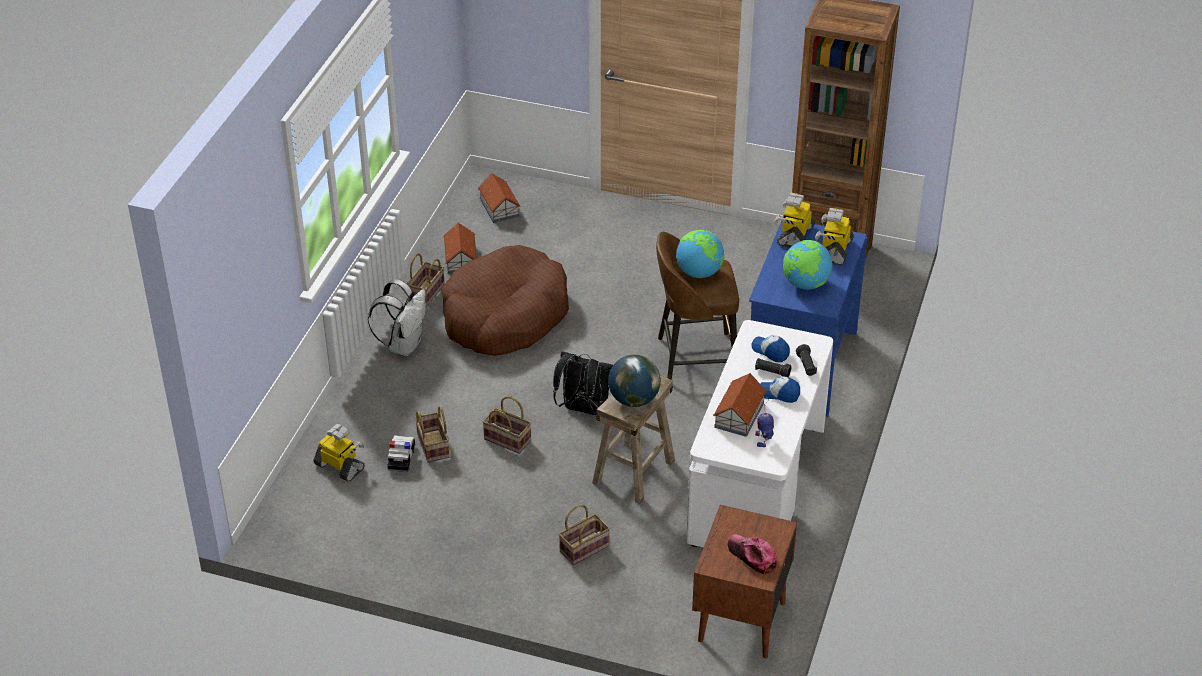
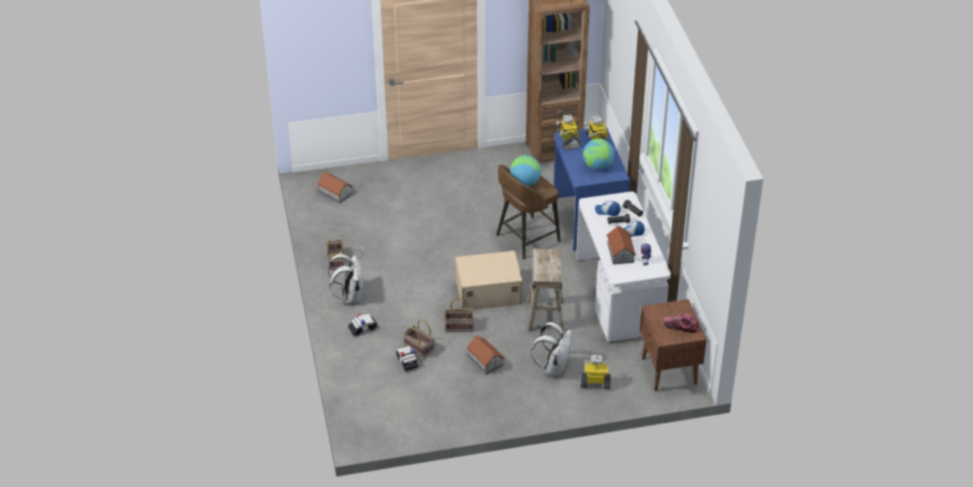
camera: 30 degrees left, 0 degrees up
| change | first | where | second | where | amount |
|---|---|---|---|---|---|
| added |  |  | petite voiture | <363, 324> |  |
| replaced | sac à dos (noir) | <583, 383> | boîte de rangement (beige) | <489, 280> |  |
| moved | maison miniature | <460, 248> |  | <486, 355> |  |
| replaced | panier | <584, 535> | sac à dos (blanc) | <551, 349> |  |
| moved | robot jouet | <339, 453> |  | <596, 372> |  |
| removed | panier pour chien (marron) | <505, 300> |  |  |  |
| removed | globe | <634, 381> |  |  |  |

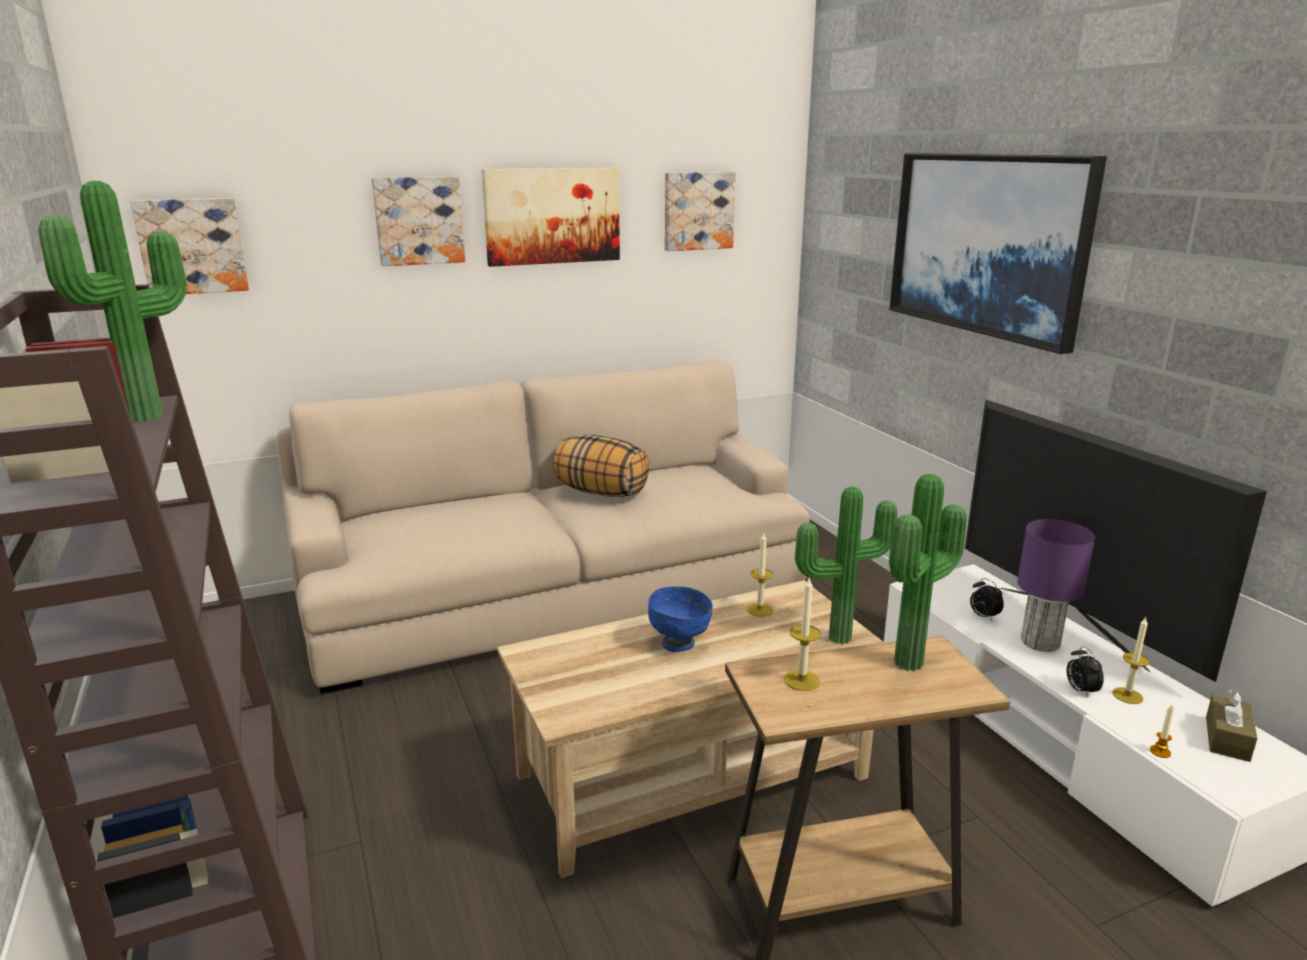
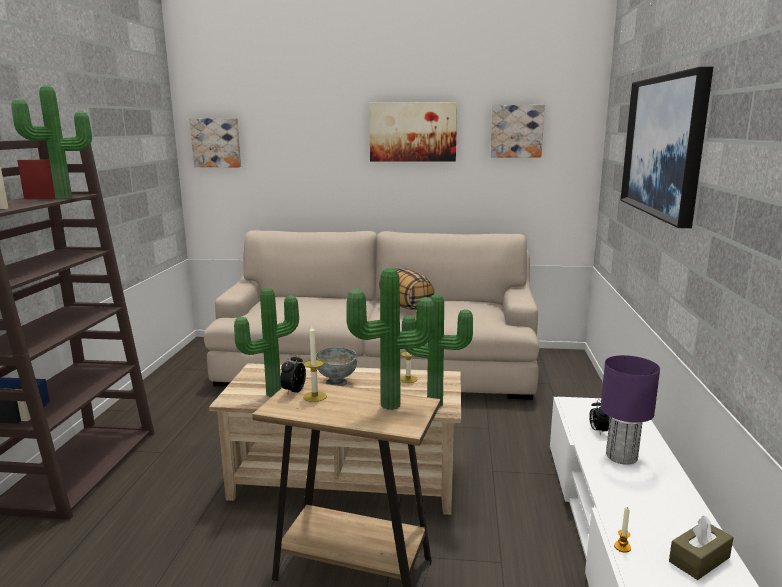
camera: 30 degrees right, 5 degrees down
| change | first | where | second | where | amount |
|---|---|---|---|---|---|
| added |  |  | plante en pot | <266, 342> |  |
| moved | réveil | <1085, 672> |  | <293, 374> |  |
| recoloured | bol (bleu) | <680, 619> | bol (gris) | <336, 366> |  |
| removed | tableau | <418, 221> |  |  |  |
| removed | téléviseur | <1116, 540> |  |  |  |
| removed | bougie | <1131, 660> |  |  |  |

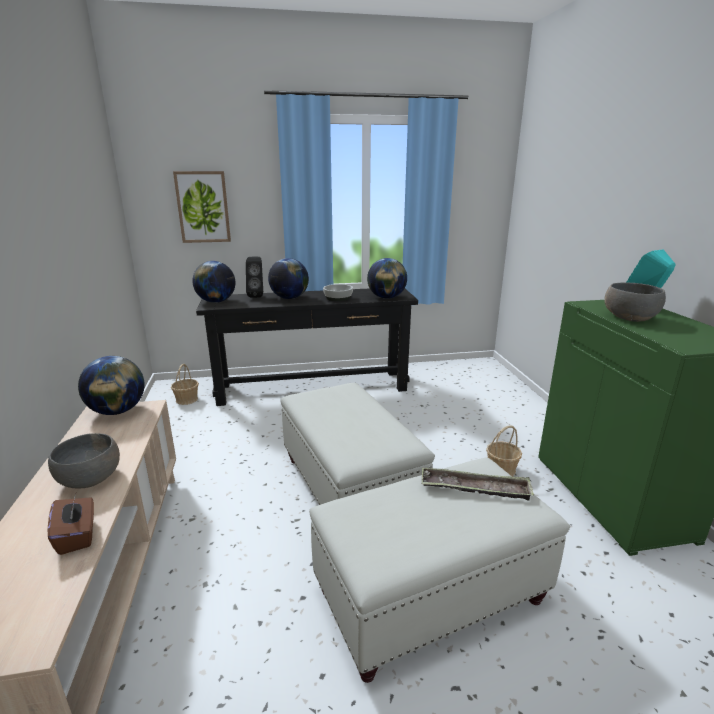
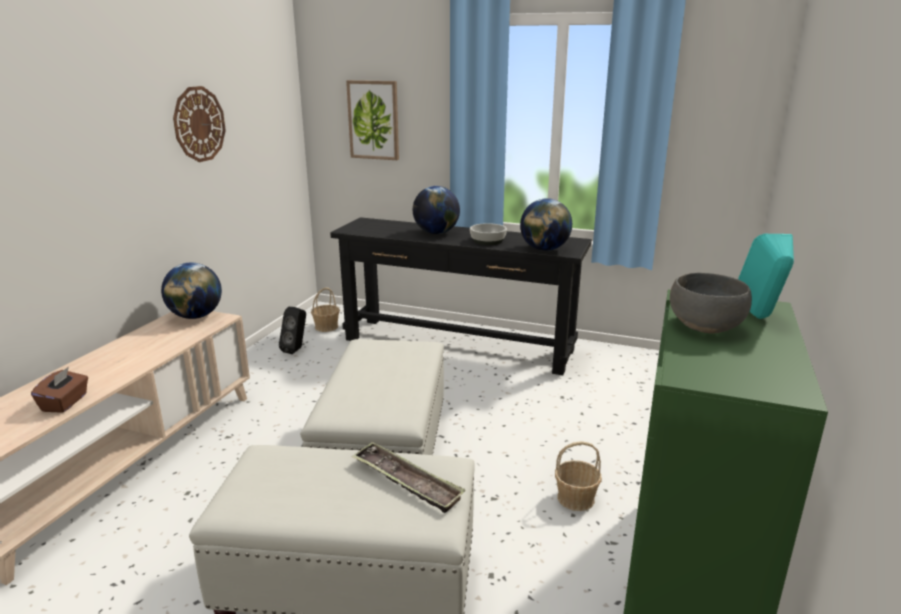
camera: 30 degrees right, 0 degrees up
| change | first | where | second | where | amount |
|---|---|---|---|---|---|
| added |  |  | horloge murale | <199, 124> |  |
| moved | enceinte (noir) | <254, 277> |  | <292, 330> |  |
| removed | bol (gris) | <84, 460> |  |  |  |
| removed | globe | <213, 282> |  |  |  |

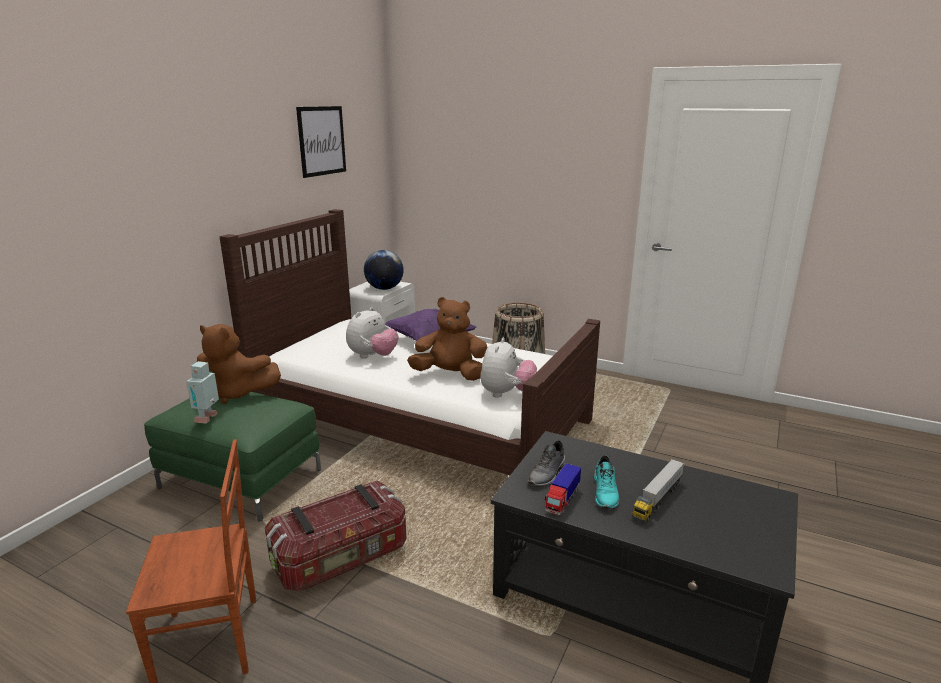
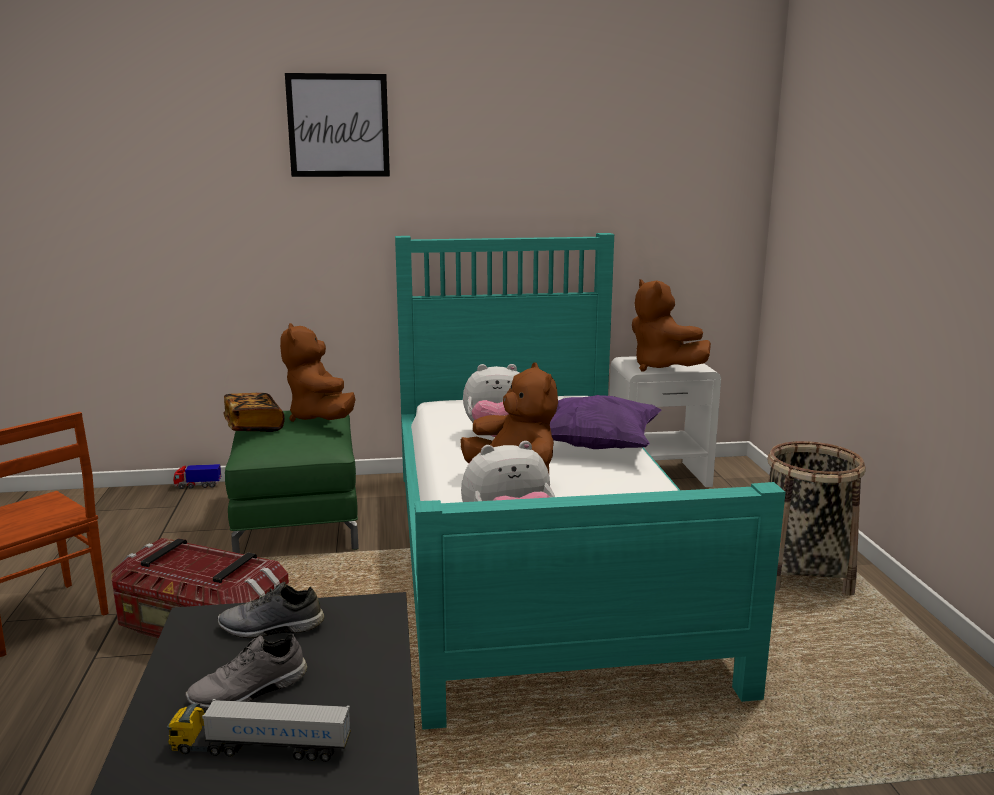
camera: 55 degrees right, 5 degrees down
| change | first | where | second | where | amount |
|---|---|---|---|---|---|
| moved | camion jouet | <563, 489> |  | <197, 476> |  |
| recoloured | chaussure (turquoise) | <607, 481> | chaussure (gris) | <246, 671> |  |
| replaced | robot jouet | <202, 392> | livre | <254, 412> |  |
| moved | tableau | <321, 142> |  | <337, 125> |  |
| recoloured | lit (marron) | <409, 342> | lit (turquoise) | <590, 481> |  |
| replaced | globe | <384, 270> | peluche (marron) | <671, 325> |  |

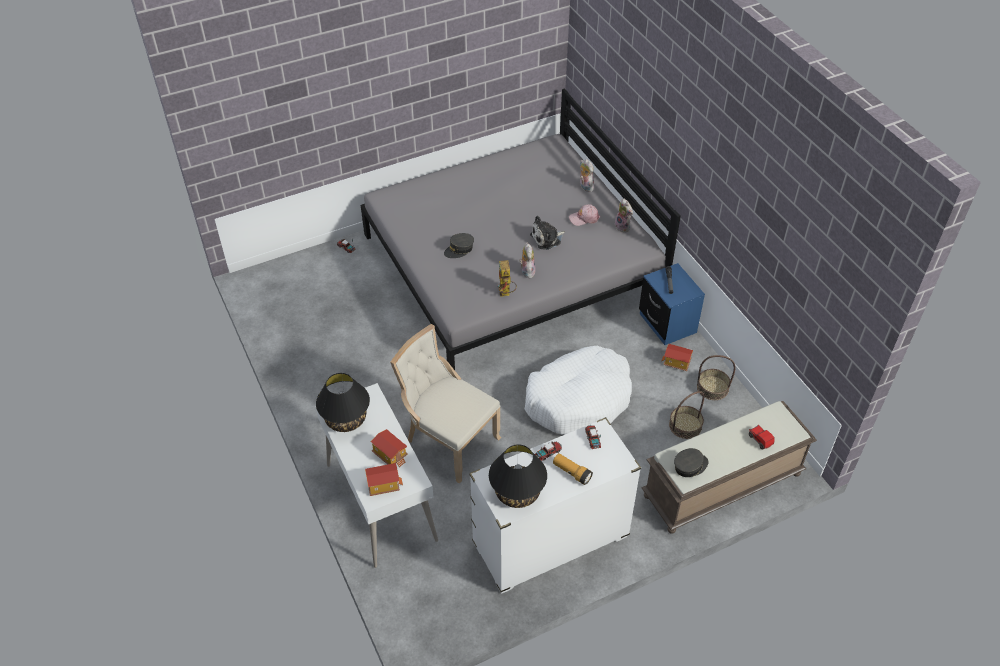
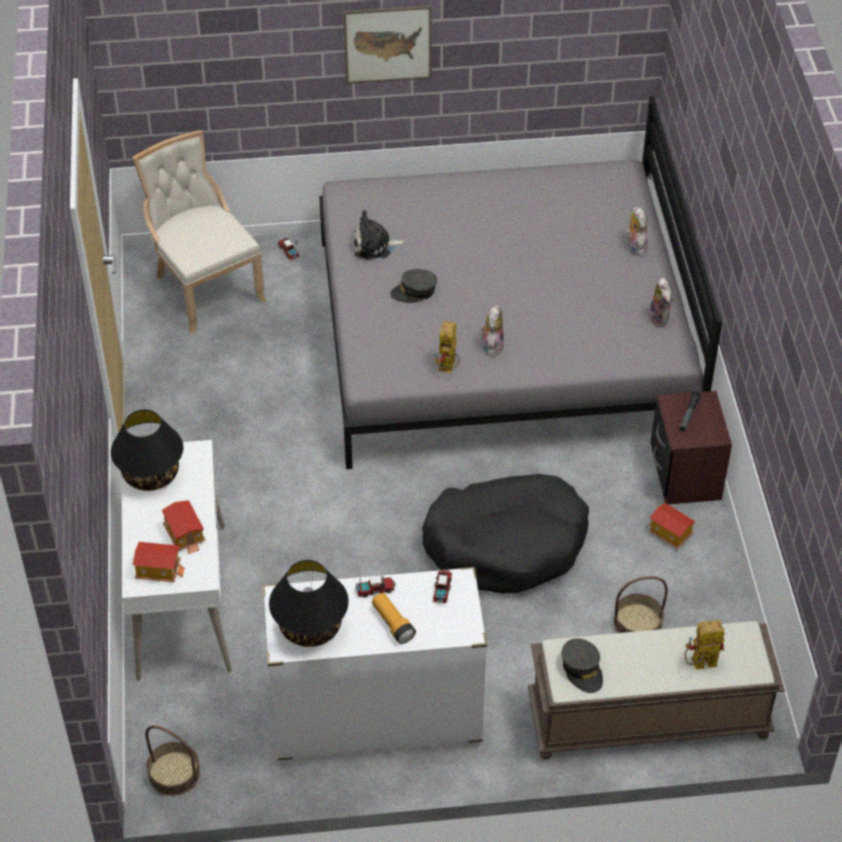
camera: 20 degrees right, 0 degrees up
| change | first | where | second | where | amount |
|---|---|---|---|---|---|
| moved | chaise (beige) | <445, 403> |  | <199, 232> |  |
| moved | panier | <716, 377> |  | <172, 760> |  |
| added |  |  | tableau | <387, 44> |  |
| moved | peluche | <547, 233> |  | <380, 235> |  |
| recoloured | panier pour chien (blanc) | <578, 390> | panier pour chien (noir) | <505, 534> |  |
| turned | casquette (gris) | <691, 462> |  | <582, 665> | 75 degrees clockwise |
| recoloured | table de chevet (bleu) | <672, 304> | table de chevet (marron) | <691, 447> |  |
| replaced | petite voiture | <762, 437> | robot jouet | <704, 645> |  |
| removed | casquette (rose) | <584, 215> |  |  |  |

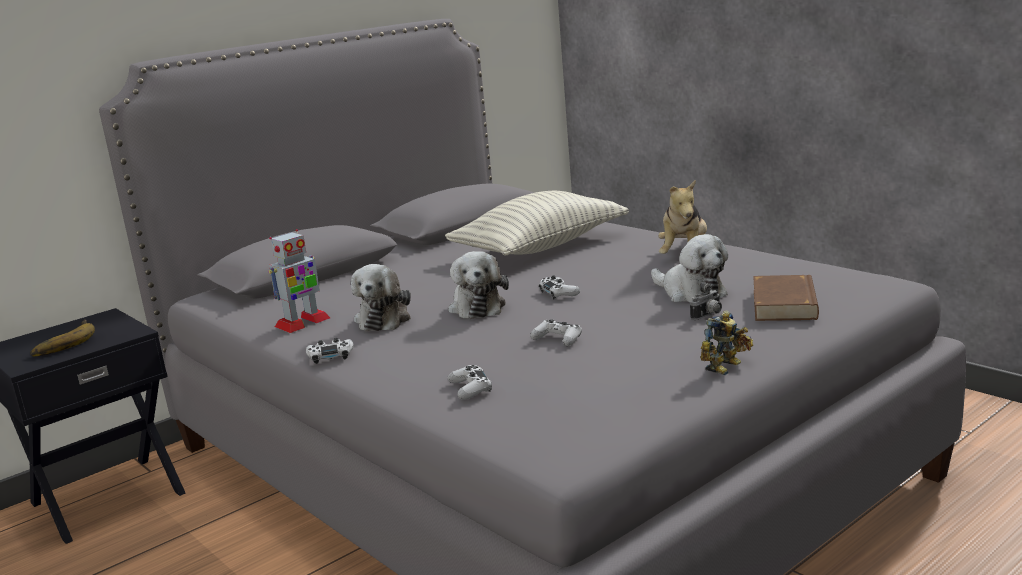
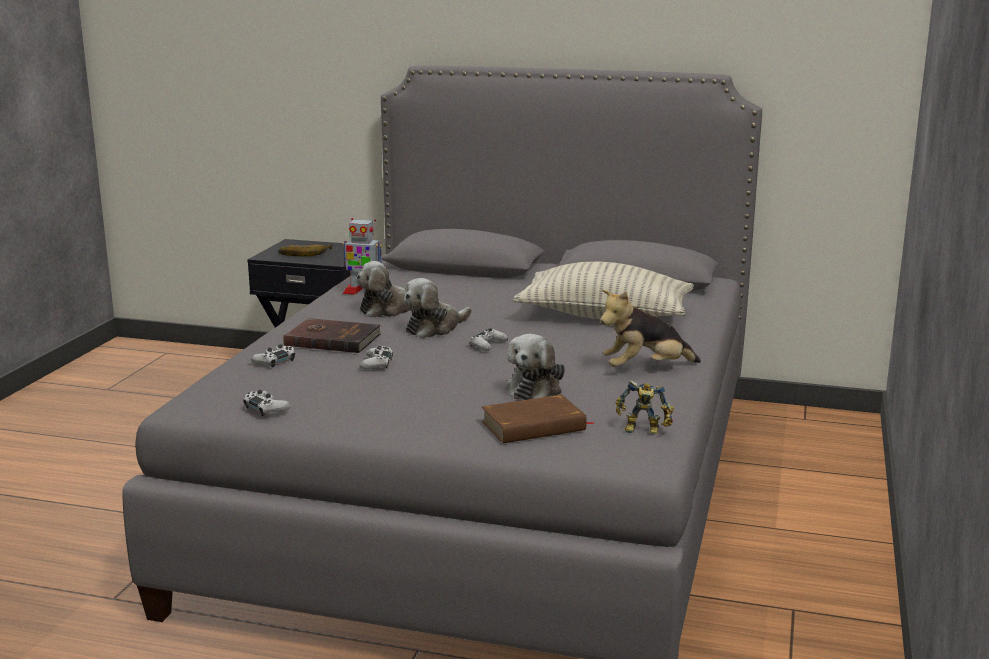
camera: 55 degrees right, 0 degrees up
| change | first | where | second | where | amount |
|---|---|---|---|---|---|
| moved | manette (blanc) | <330, 351> |  | <267, 403> |  |
| added |  |  | livre (marron) | <332, 335> |  |
| moved | robot jouet | <726, 342> |  | <645, 407> |  |
| removed | appareil photo | <706, 301> |  |  |  |

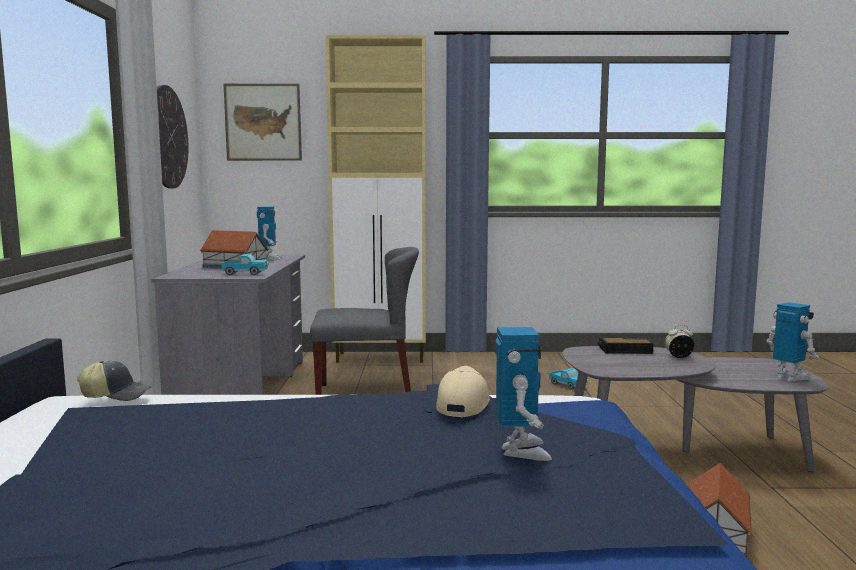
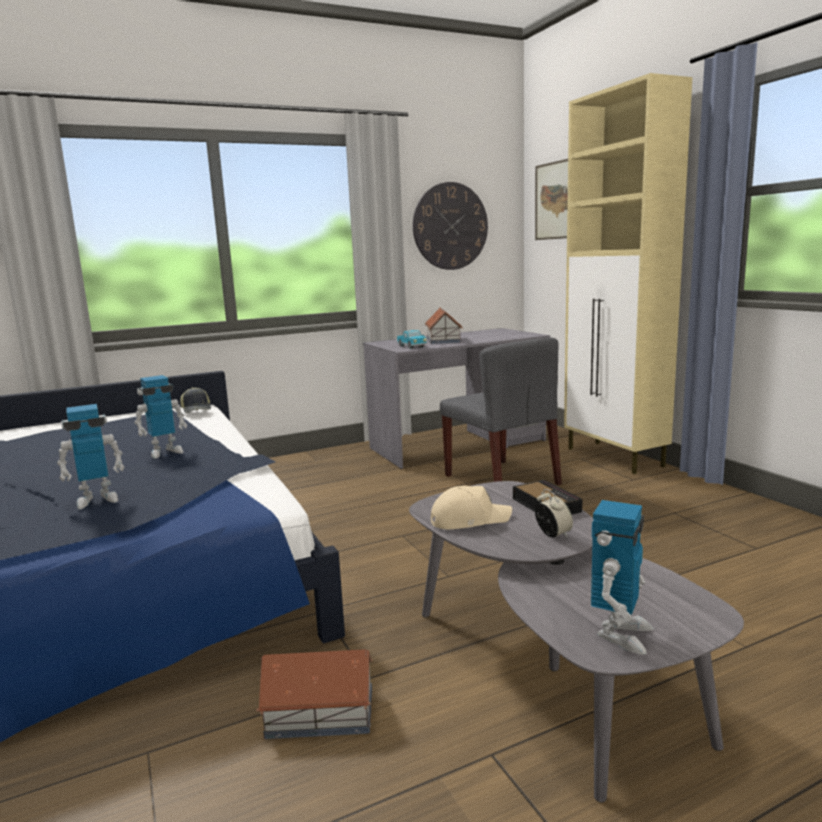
camera: 65 degrees right, 5 degrees up
| change | first | where | second | where | amount |
|---|---|---|---|---|---|
| moved | robot jouet | <269, 233> |  | <161, 417> |  |
| moved | casquette (beige) | <463, 391> |  | <471, 507> |  |
| removed | camion jouet | <568, 378> |  |  |  |

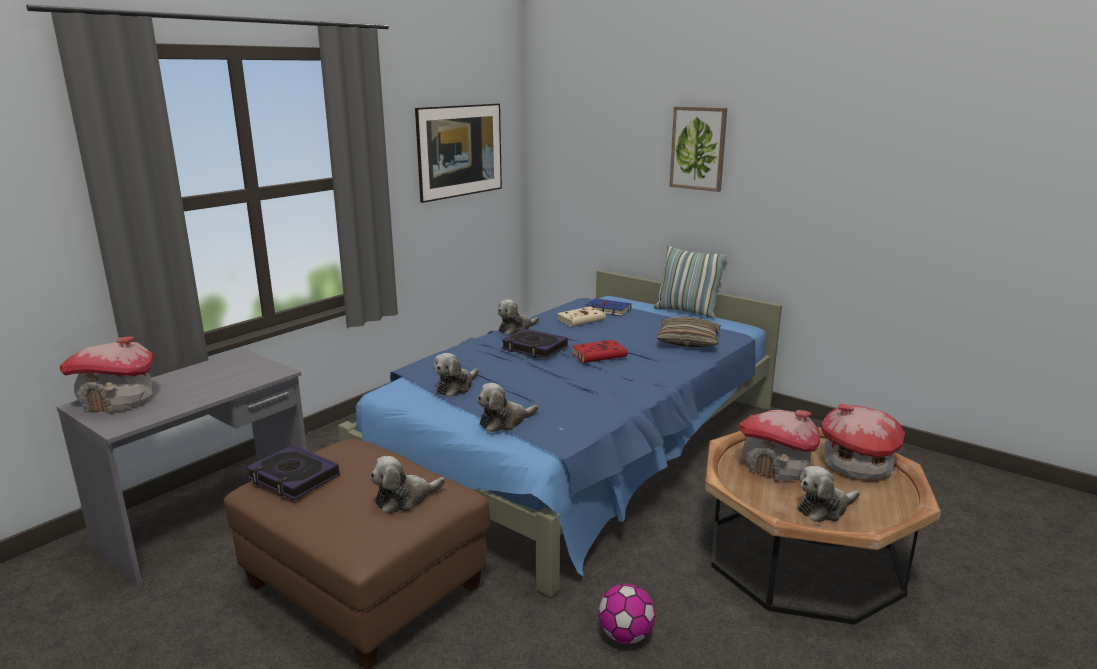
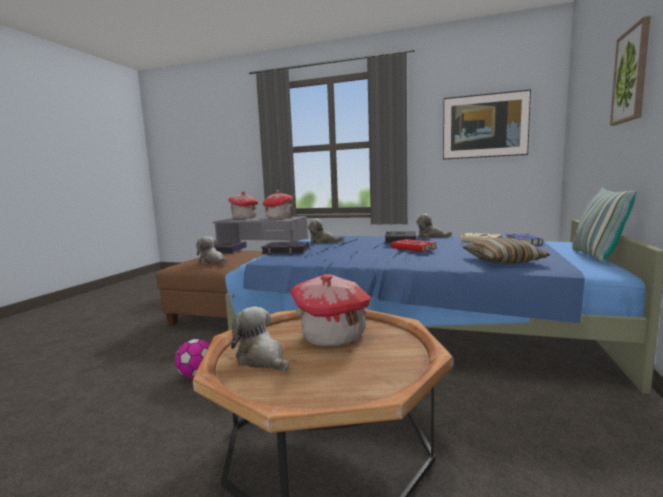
camera: 70 degrees right, 10 degrees down
| change | first | where | second | where | amount |
|---|---|---|---|---|---|
| replaced | peluche | <507, 407> | livre | <285, 248> |  |
| moved | maison miniature | <863, 441> |  | <278, 204> |  |

